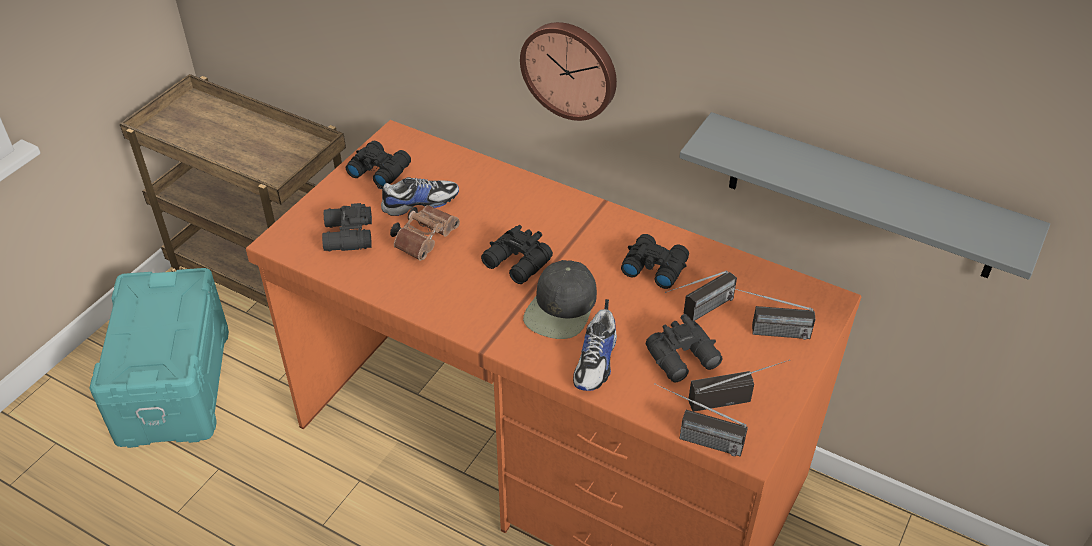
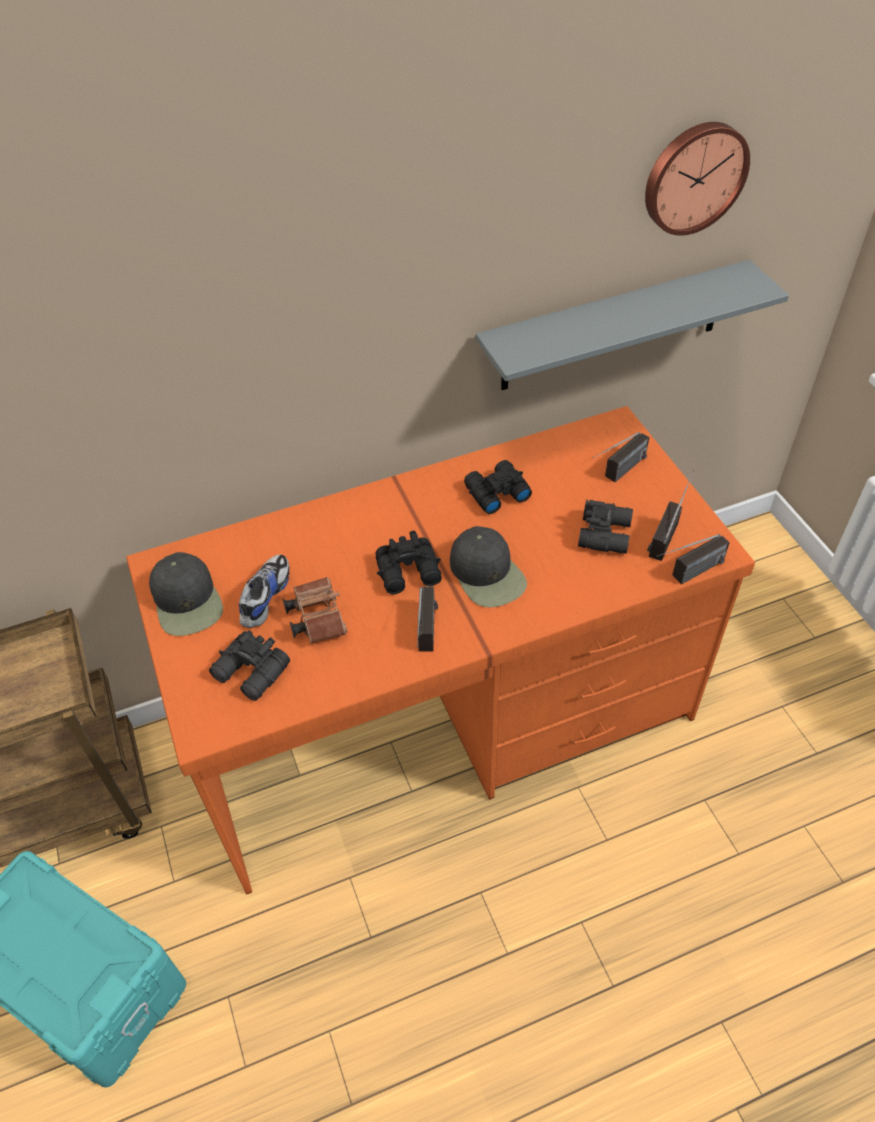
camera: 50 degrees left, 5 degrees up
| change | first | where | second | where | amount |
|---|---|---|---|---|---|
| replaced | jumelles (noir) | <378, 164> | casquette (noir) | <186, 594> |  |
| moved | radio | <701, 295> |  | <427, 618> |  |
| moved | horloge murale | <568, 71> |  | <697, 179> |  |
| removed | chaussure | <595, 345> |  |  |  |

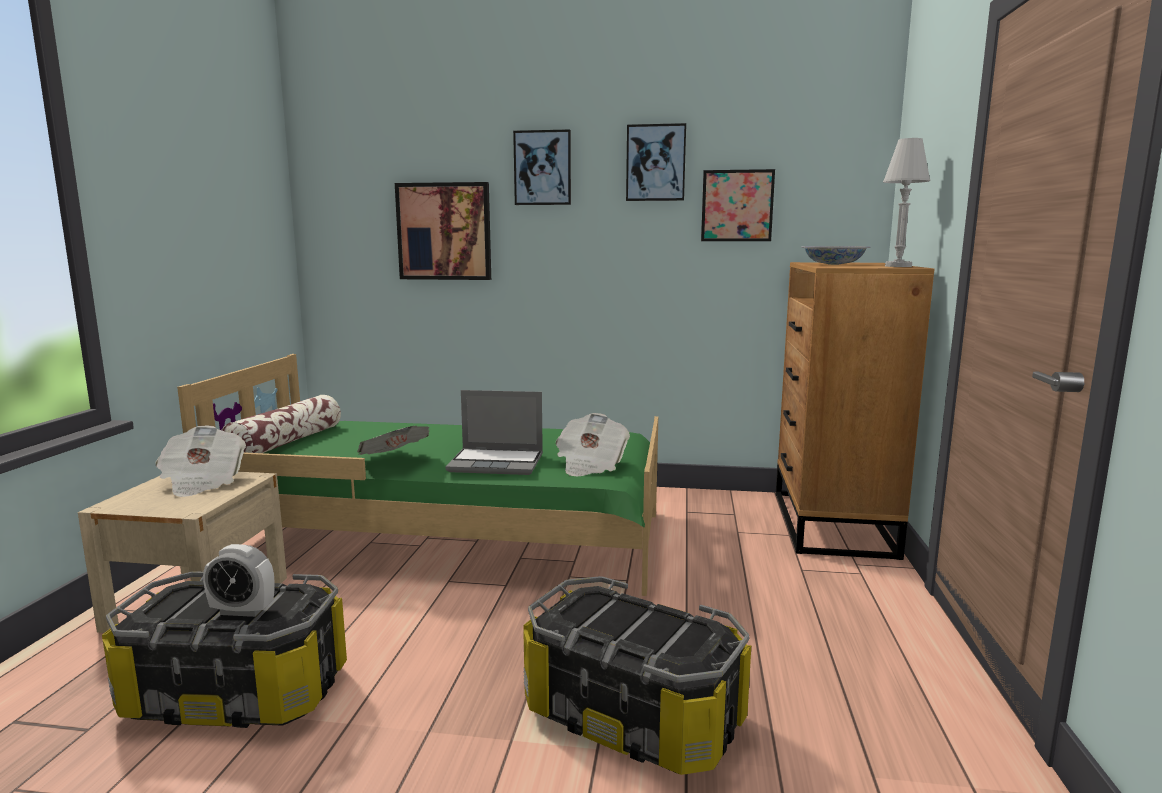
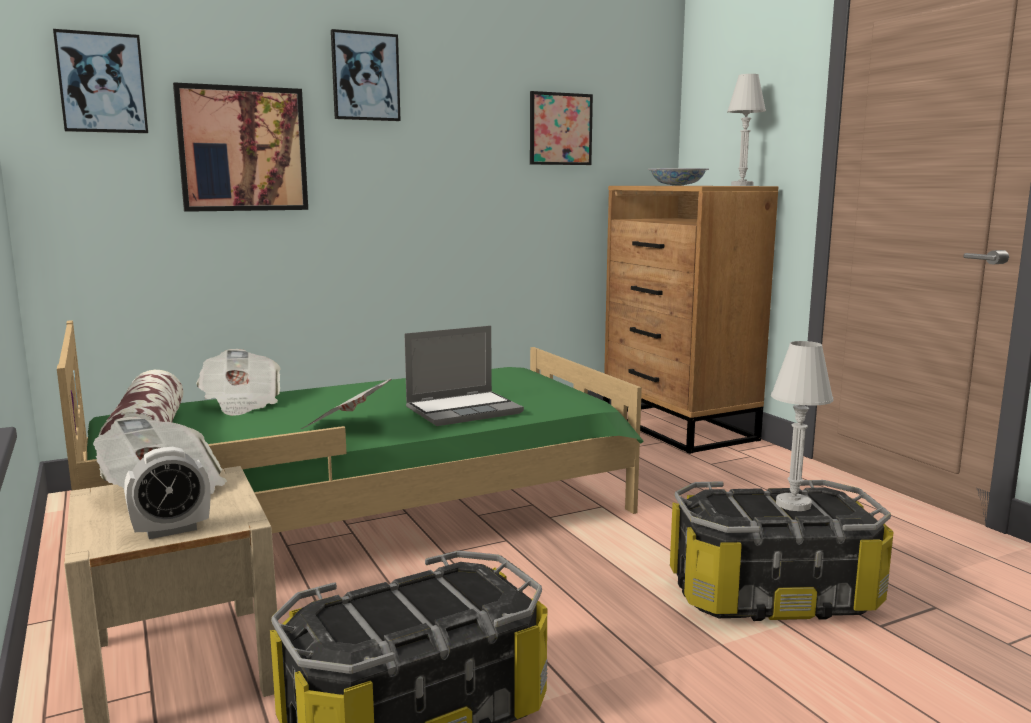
camera: 35 degrees left, 0 degrees up
| change | first | where | second | where | amount |
|---|---|---|---|---|---|
| moved | tableau | <656, 162> |  | <100, 81> |  |
| moved | réveil | <238, 580> |  | <167, 493> |  |
| moved | journal | <593, 444> |  | <239, 382> |  |
| added |  |  | lampe de table (blanc) | <802, 426> |  |

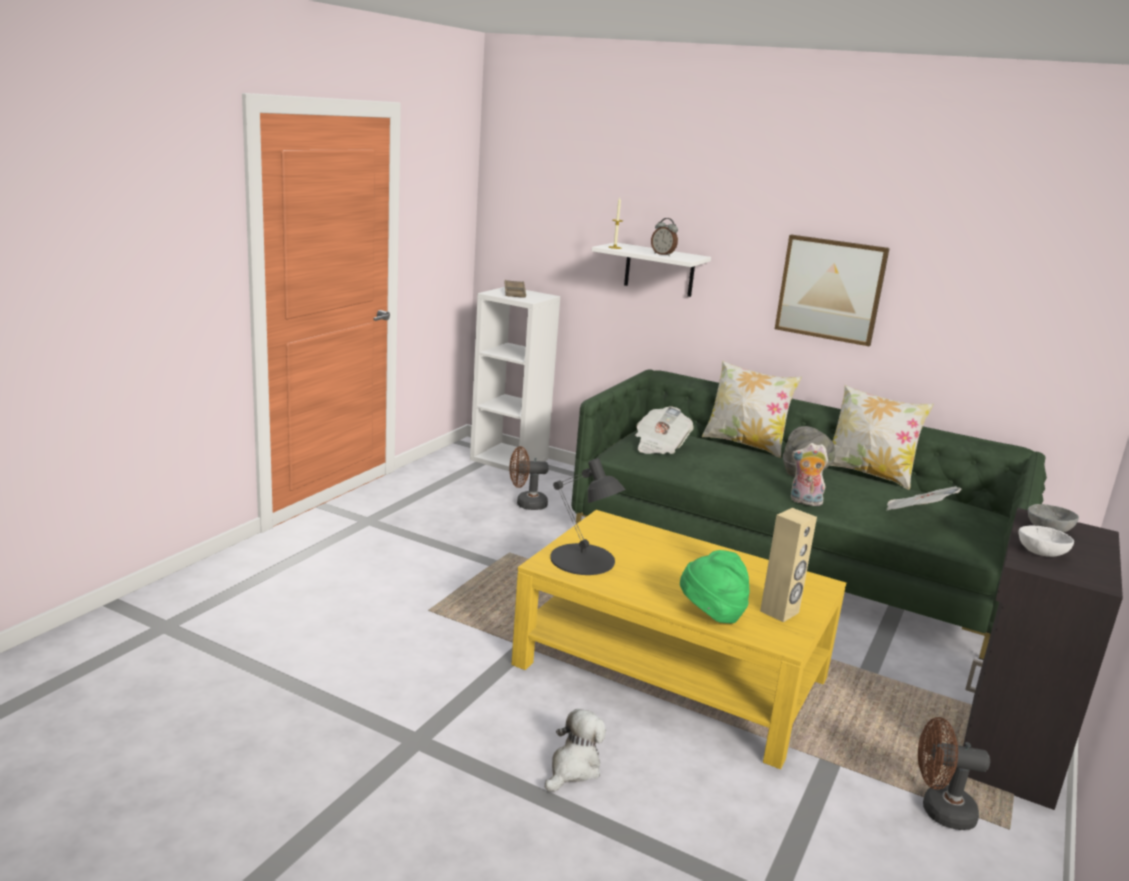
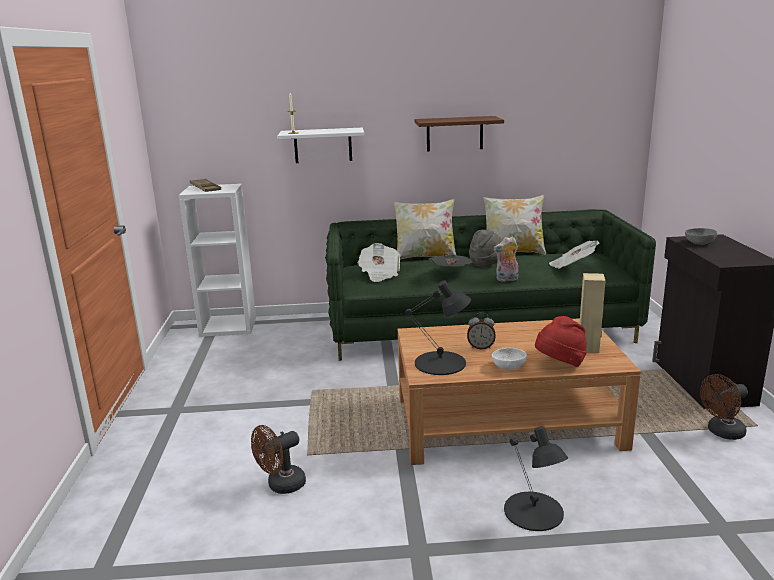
camera: 30 degrees left, 0 degrees up
| change | first | where | second | where | amount |
|---|---|---|---|---|---|
| moved | ventilateur (marron) | <529, 478> |  | <278, 459> |  |
| recoloured | table basse (jaune) | <678, 639> | table basse (marron) | <519, 391> |  |
| replaced | tableau | <832, 290> | étagère (marron) | <459, 134> |  |
| added |  |  | journal | <450, 260> |  |
| moved | réveil | <664, 237> |  | <481, 331> |  |
| moved | bol (blanc) | <1046, 541> |  | <509, 359> |  |
| replaced | peluche | <575, 750> | lampe de table (noir) | <536, 478> |  |
| recoloured | chapeau (vert) | <714, 586> | chapeau (rouge) | <561, 341> |  |

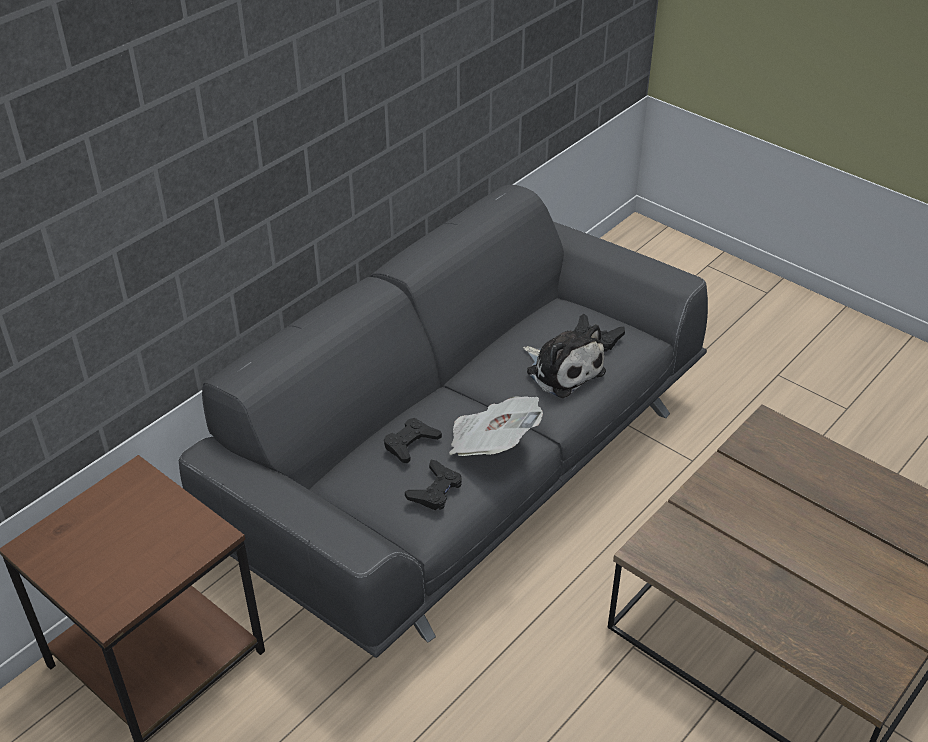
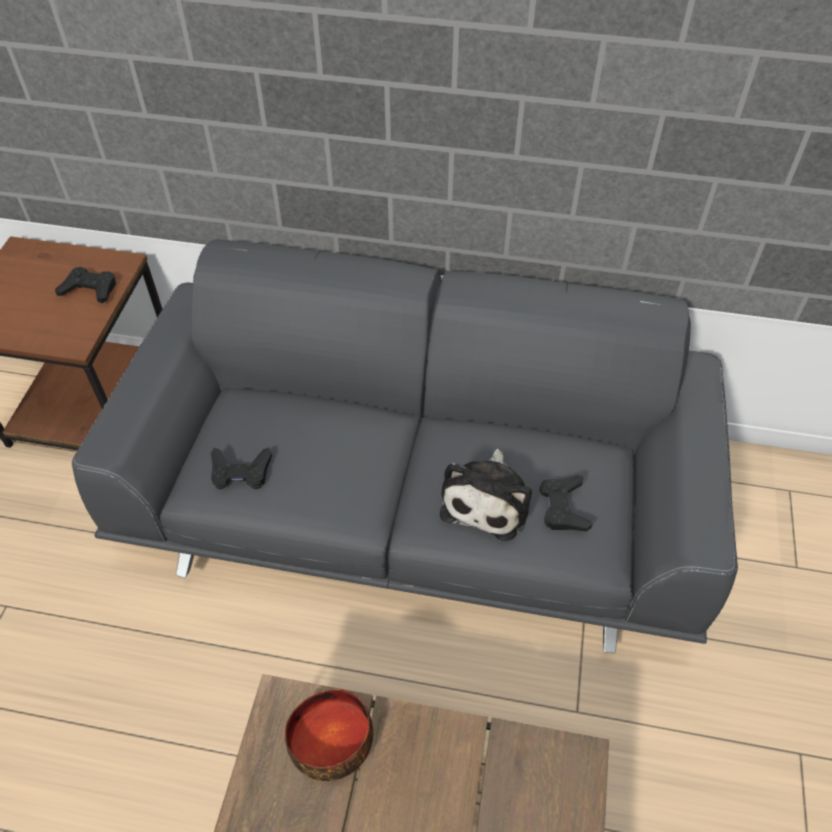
camera: 60 degrees right, 10 degrees up
| change | first | where | second | where | amount |
|---|---|---|---|---|---|
| moved | manette (noir) | <413, 440> |  | <85, 285> |  |
| added |  |  | bol | <329, 735> |  |
| removed | journal | <496, 426> |  |  |  |

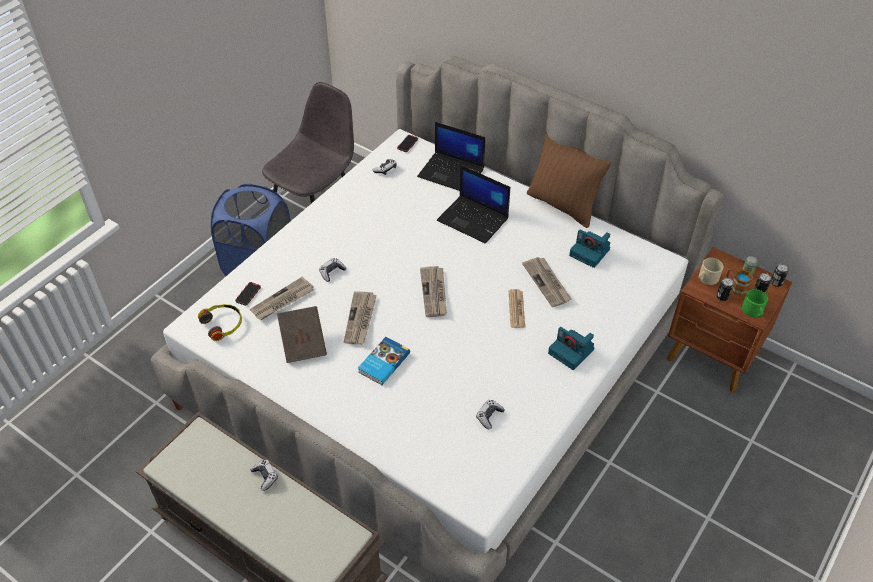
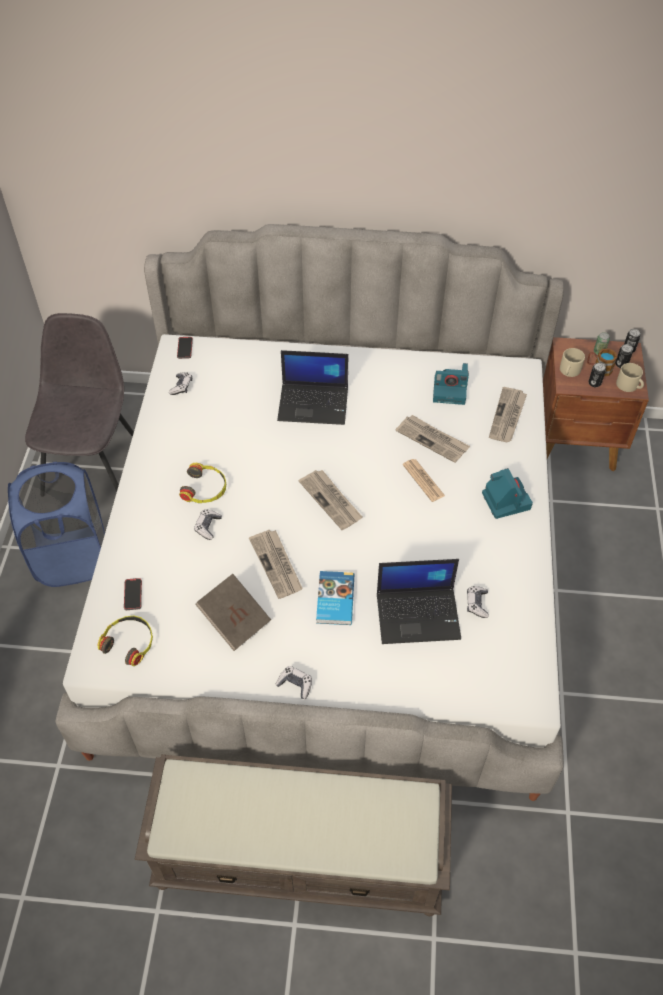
camera: 30 degrees left, 5 degrees up
| change | first | where | second | where | amount |
|---|---|---|---|---|---|
| added |  |  | casque audio | <202, 483> |  |
| moved | manette | <264, 475> |  | <293, 682> |  |
| moved | ordinateur portable | <451, 156> |  | <419, 601> |  |
| turned | appareil photo | <571, 348> |  | <507, 493> | 120 degrees counterclockwise |
| moved | journal | <282, 298> |  | <508, 414> |  |
| recoloured | mug (vert) | <755, 303> | mug (beige) | <630, 377> |  |
| removed | coussin (marron) | <569, 179> |  |  |  |

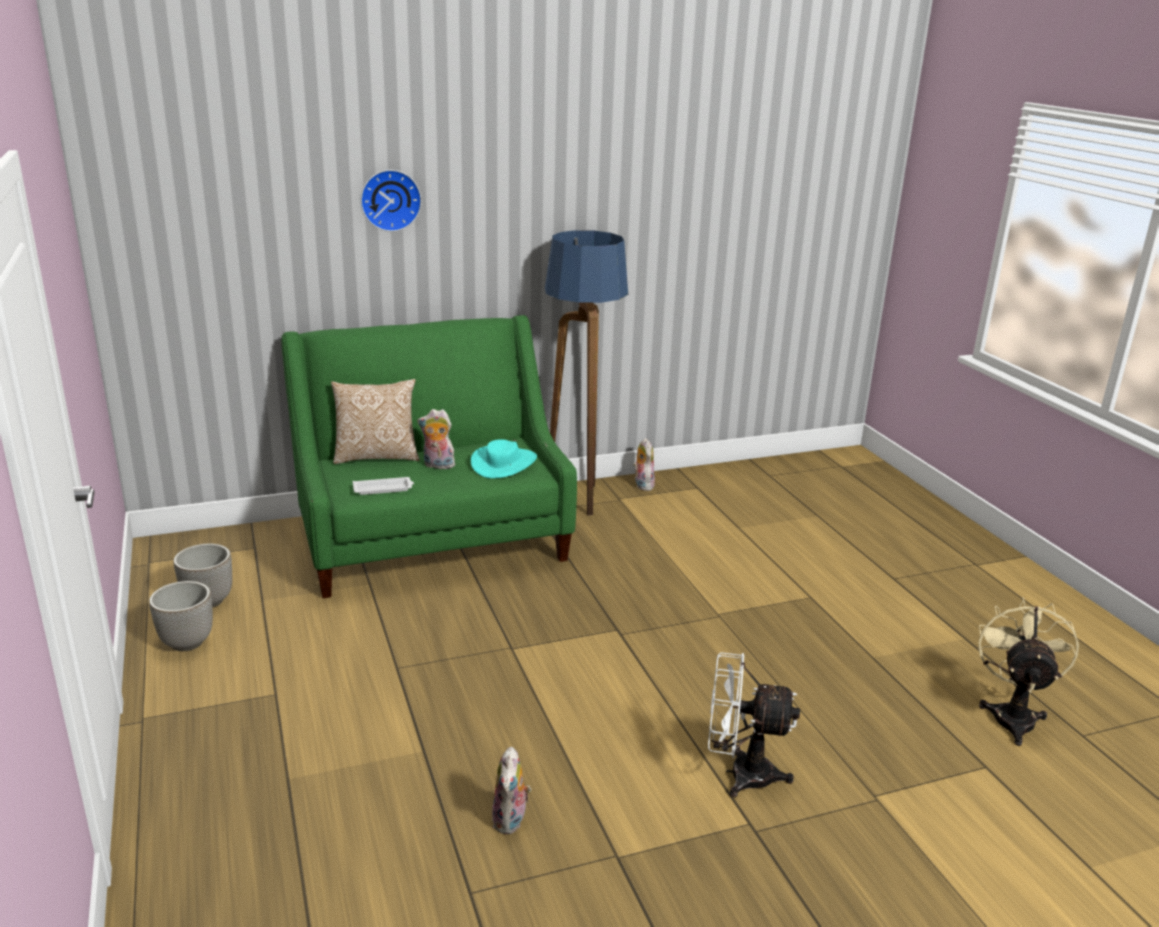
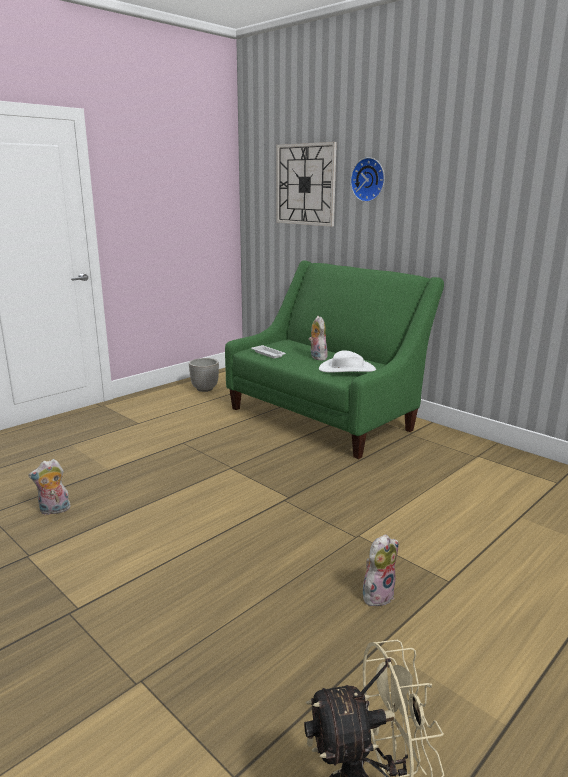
camera: 65 degrees right, 5 degrees down
| change | first | where | second | where | amount |
|---|---|---|---|---|---|
| added |  |  | horloge murale | <307, 184> |  |
| recoloured | chapeau (turquoise) | <504, 459> | chapeau (blanc) | <347, 361> |  |
| moved | peluche | <644, 464> |  | <381, 570> |  |
| removed | cache-pot | <181, 616> |  |  |  |
| removed | coussin | <375, 421> |  |  |  |
| removed | lampadaire | <586, 372> |  |  |  |
| removed | ventilateur (blanc) | <754, 724> |  |  |  |

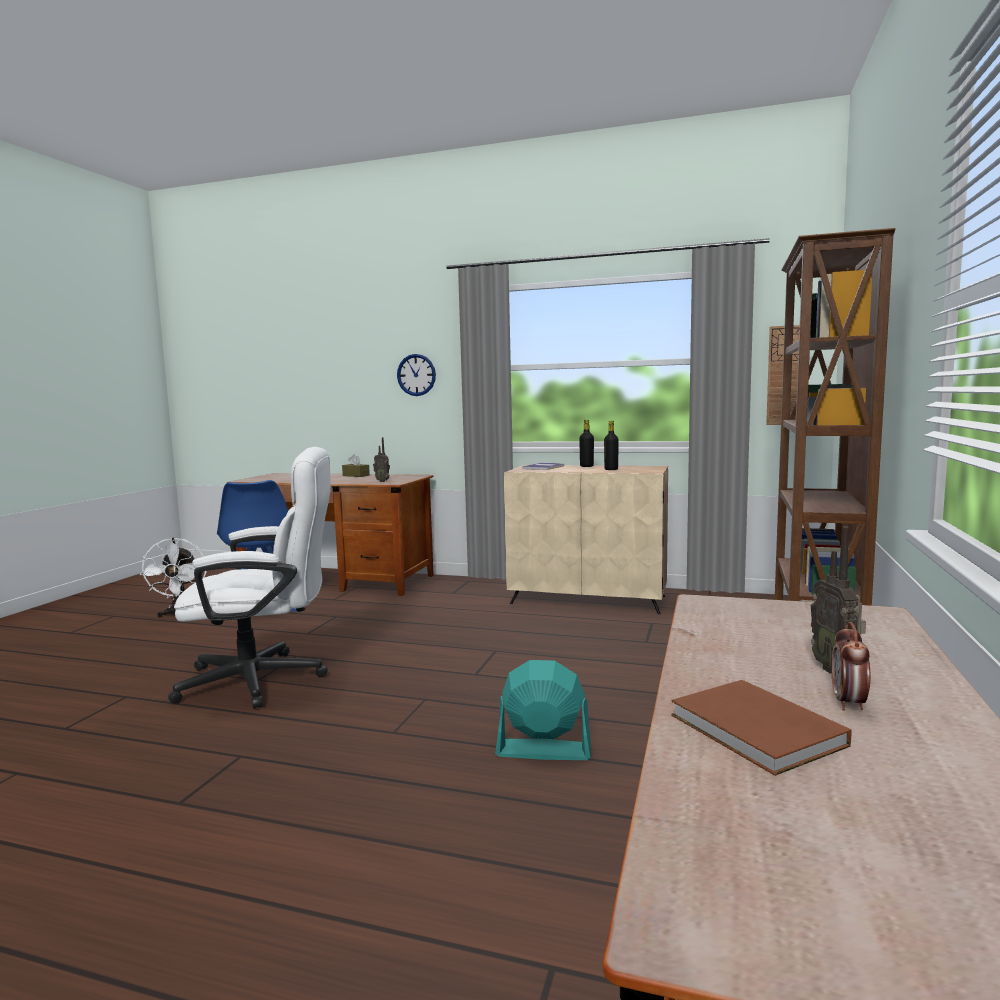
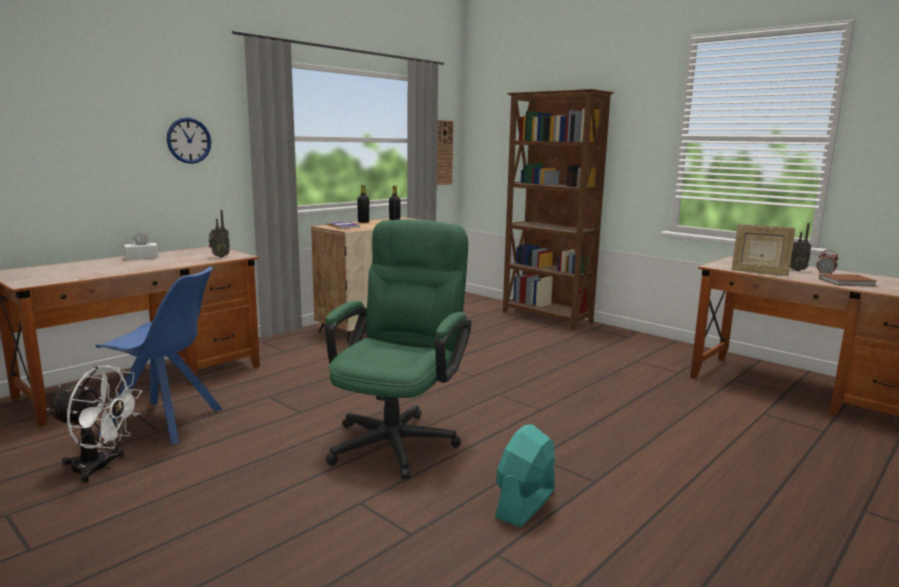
camera: 65 degrees left, 5 degrees up
| change | first | where | second | where | amount |
|---|---|---|---|---|---|
| recoloured | boîte à mouchoirs (marron) | <356, 466> | boîte à mouchoirs (blanc) | <141, 246> |  |
| recoloured | chaise de bureau (blanc) | <249, 578> | chaise de bureau (vert) | <398, 349> |  |
| moved | ventilateur (turquoise) | <542, 710> |  | <525, 475> |  |
| added |  |  | cadre photo | <764, 250> |  |

